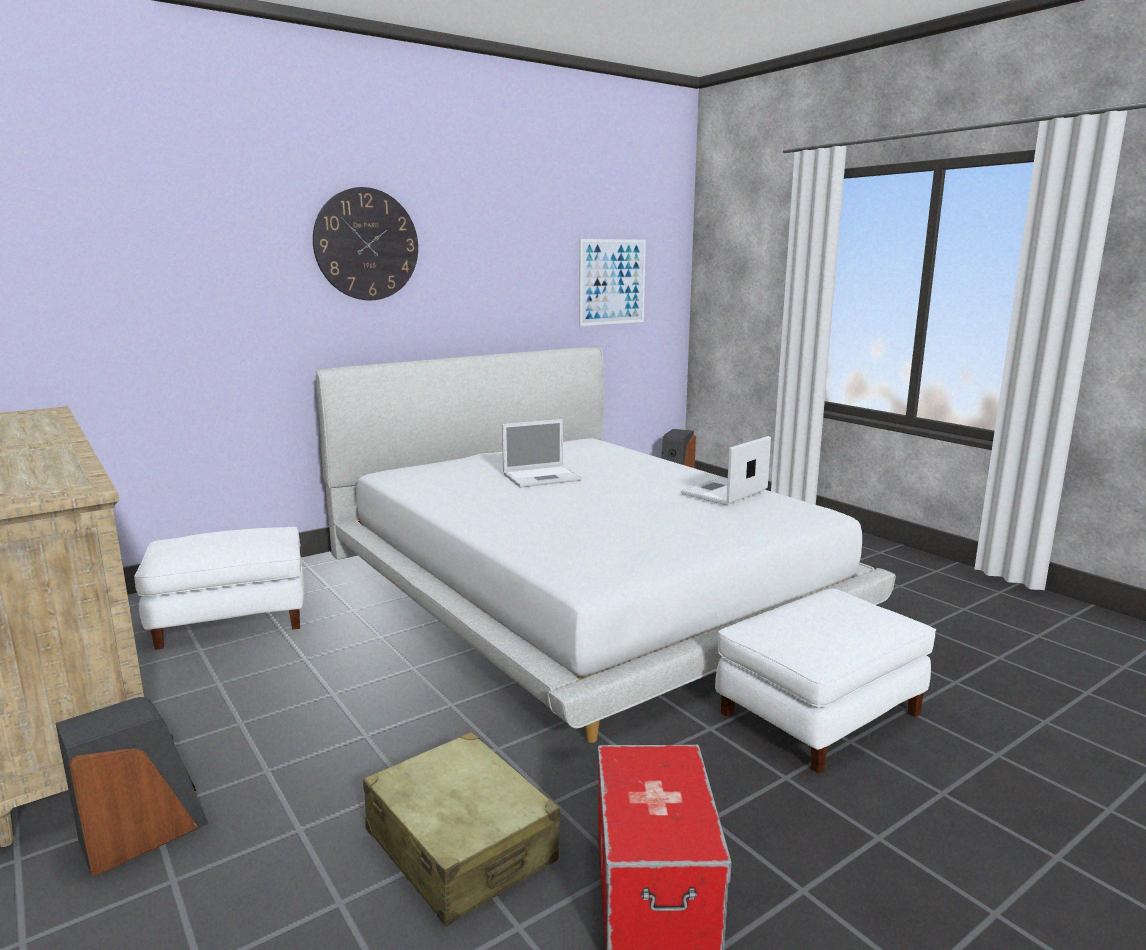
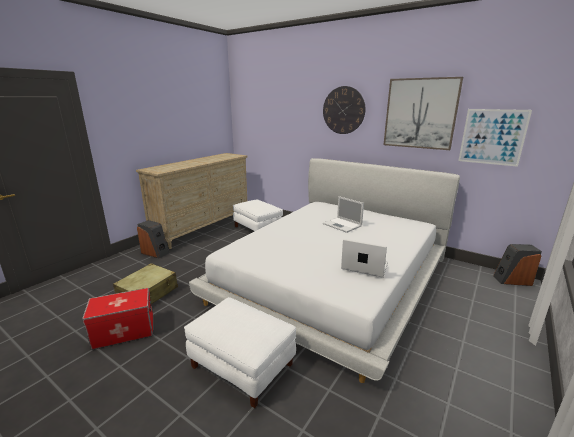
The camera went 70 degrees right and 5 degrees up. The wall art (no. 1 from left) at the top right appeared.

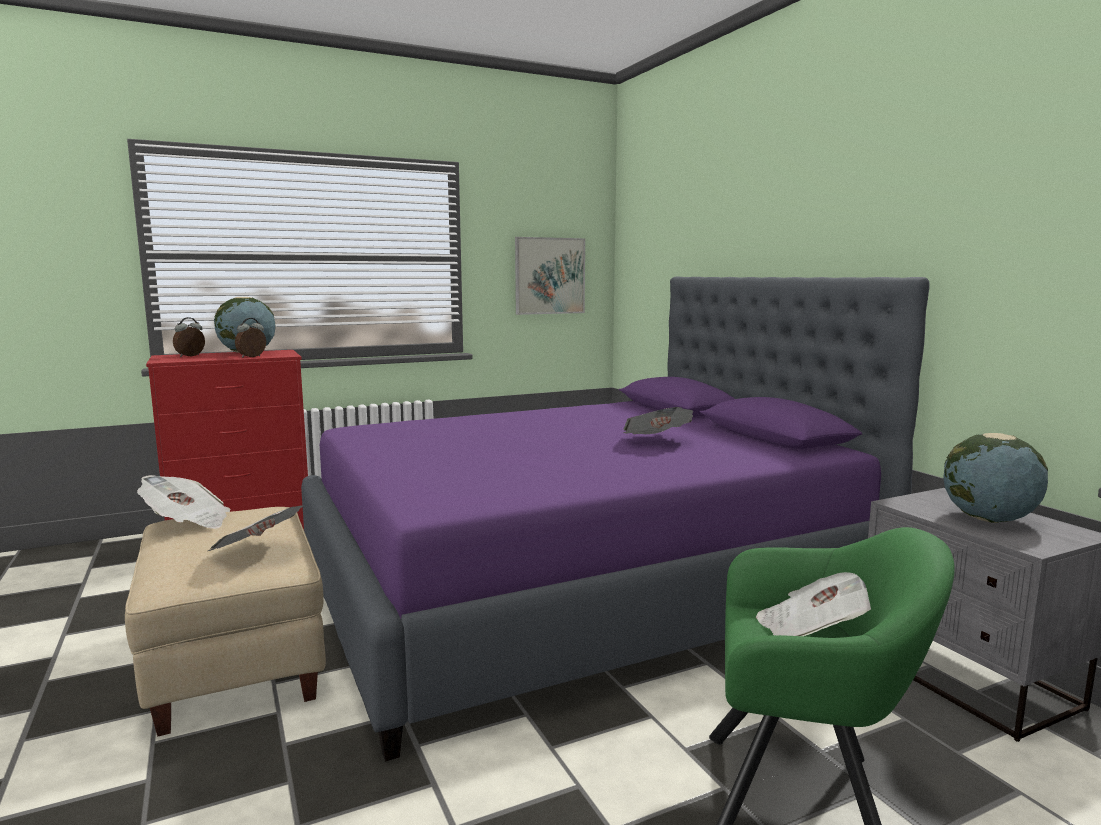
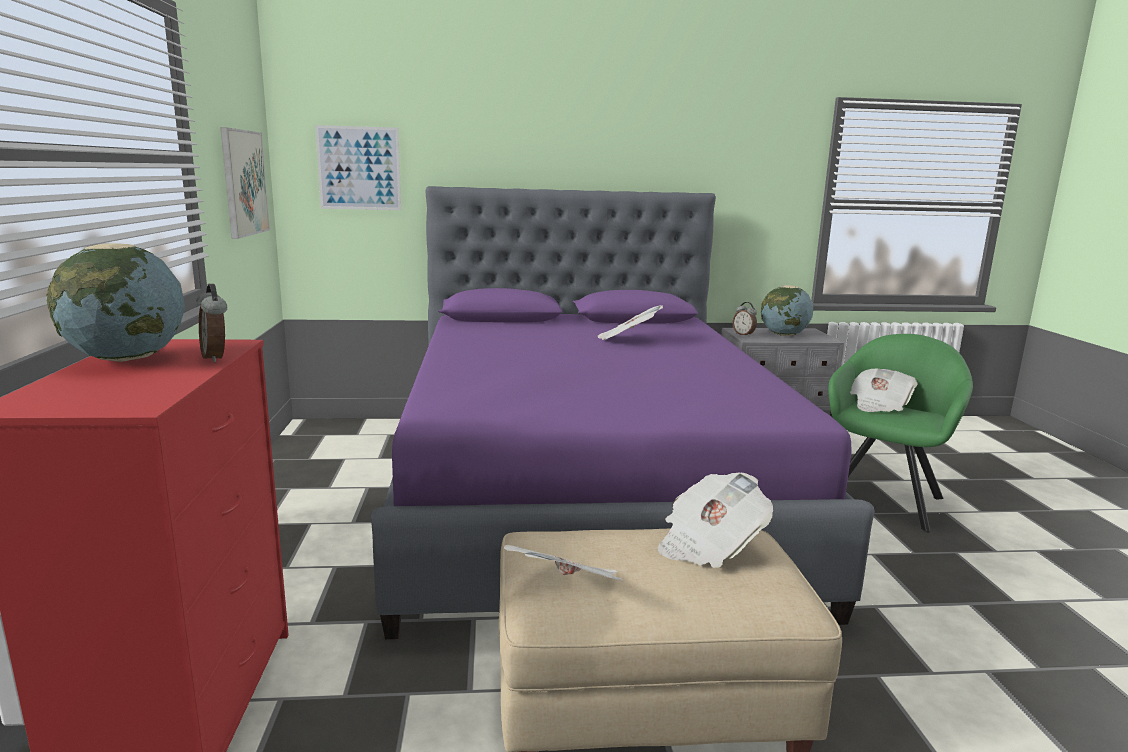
The camera went 70 degrees left and 5 degrees up. The alarm clock (no. 1 from left in the first image) moved from the middle left to the centre. The wall art (no. 2 from left) at the top left appeared.

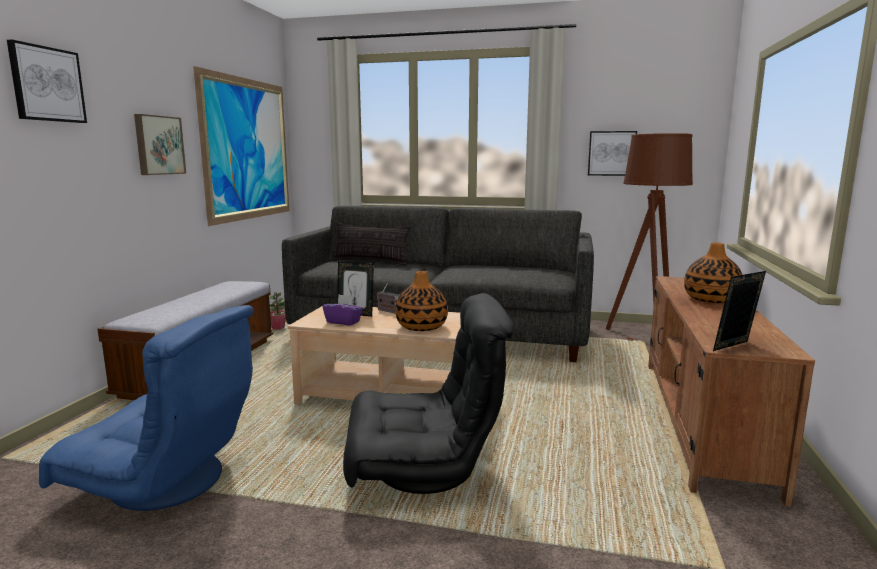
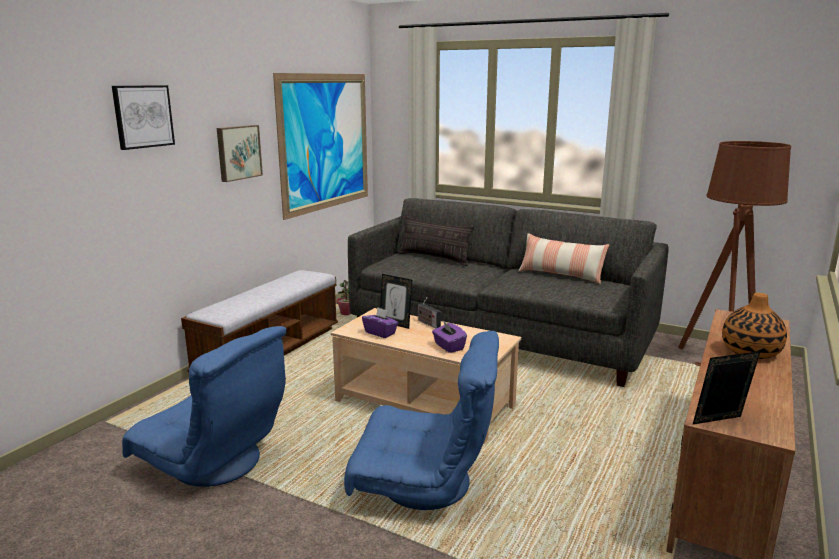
The camera went 15 degrees right and 5 degrees up. The wall art (no. 4 from left) at the top right disappeared. The decorative vase (no. 1 from left) at the centre was replaced by the purple-coloured box of tissues (no. 2 from left) at the centre. The black-coloured lounge chair at the bottom centre became the blue lounge chair (no. 2 from left) at the bottom centre. The cushion (no. 2 from left) at the middle right appeared.

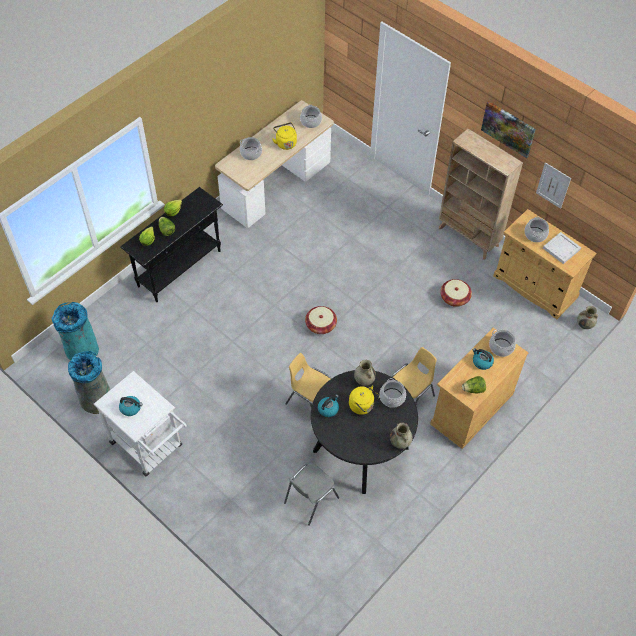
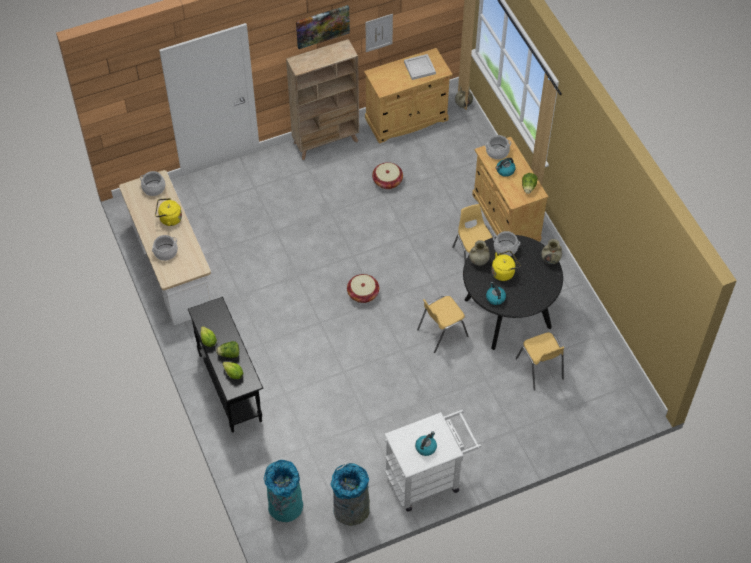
The camera went 65 degrees left and 0 degrees up. The saucepot (no. 5 from left) at the middle right disappeared. The grey chair at the bottom centre became the yellow chair (no. 3 from left) at the middle right.

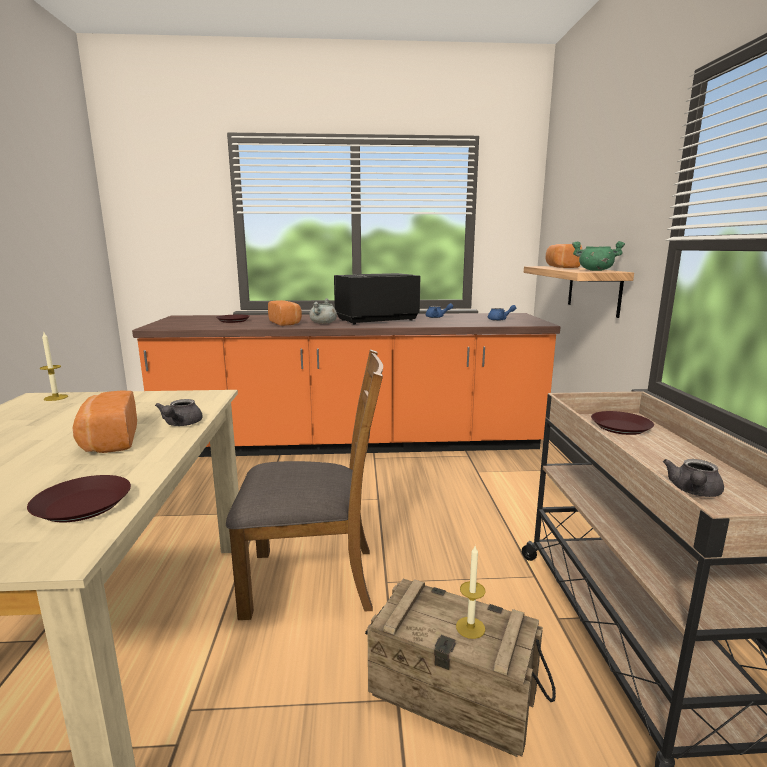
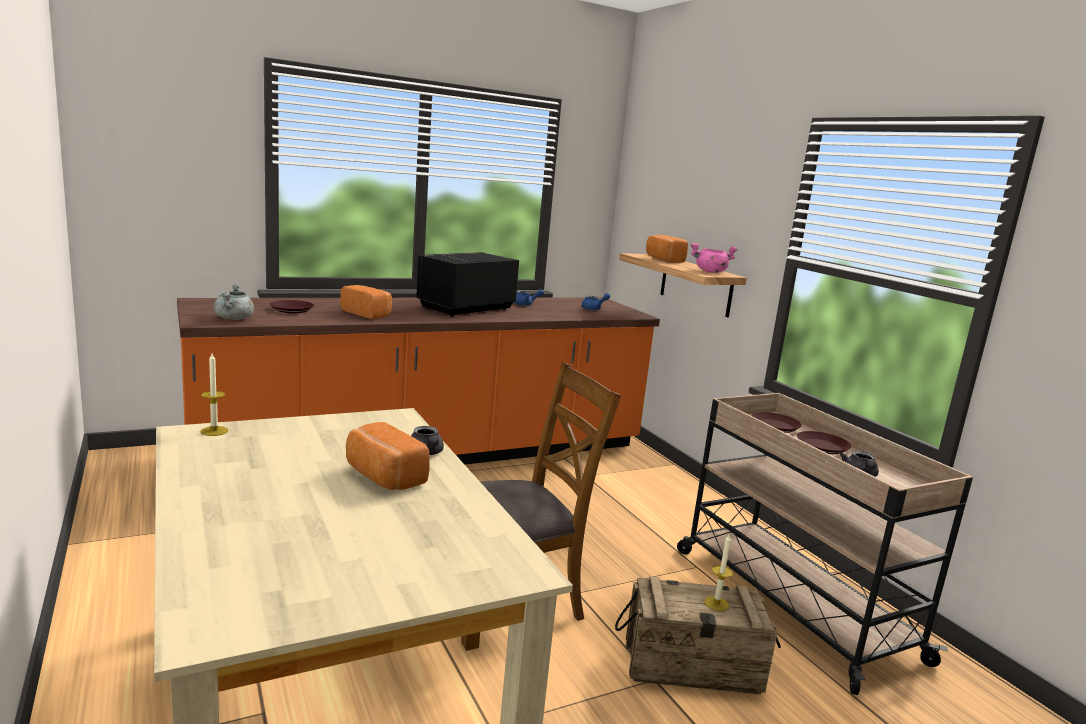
The camera went 25 degrees left and 0 degrees up. The green saucepot at the middle right became the pinkish saucepot at the centre. The grey saucepot moved from the centre to the middle left. The brownish flat dish (no. 1 from left in the first image) moved from the middle left to the middle right.

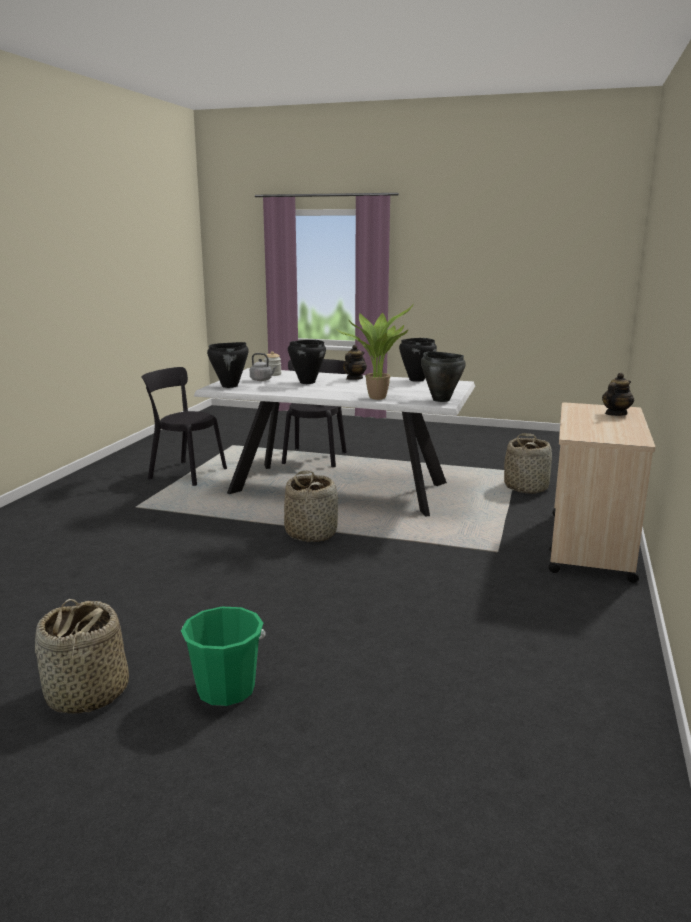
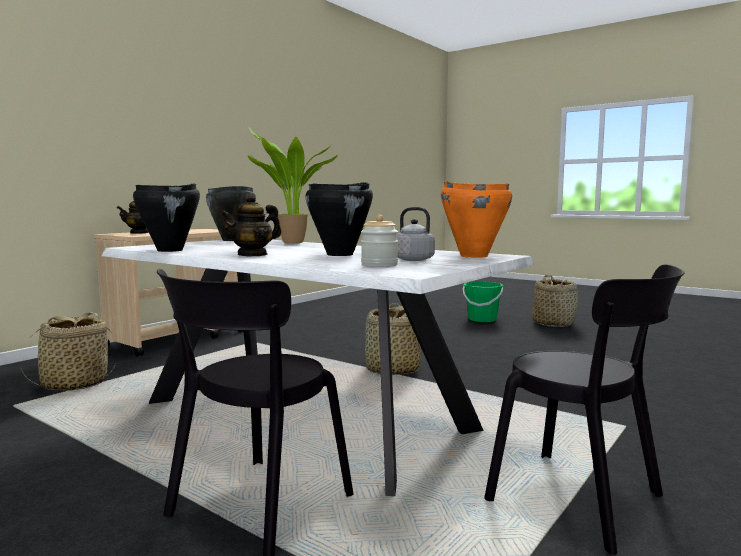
The camera went 160 degrees left and 10 degrees down. The black-coloured saucepot (no. 1 from left) at the middle left became the orange saucepot at the centre.

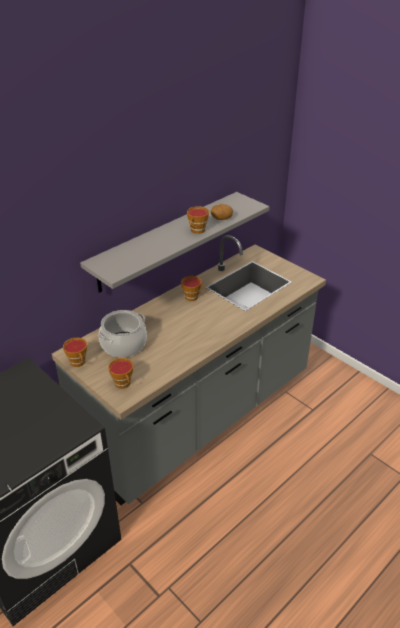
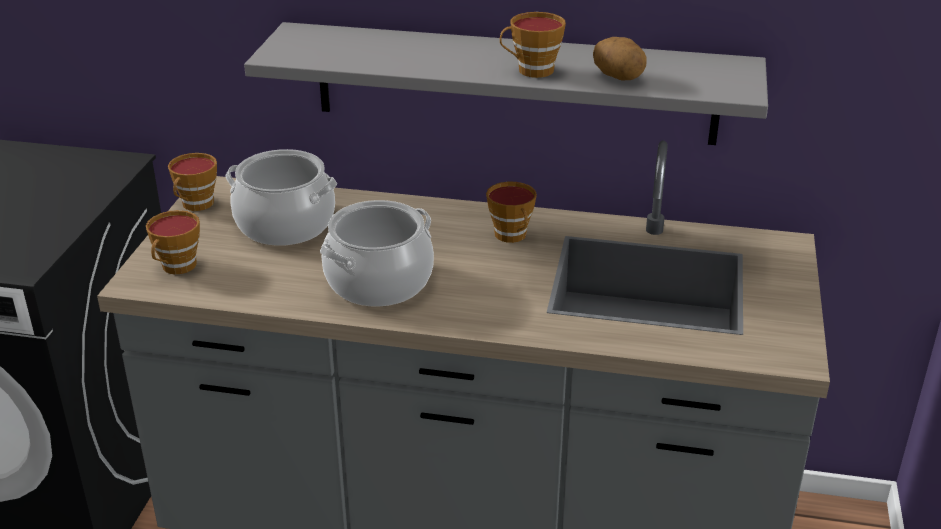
The camera went 55 degrees right and 5 degrees down. The saucepot (no. 2 from left) at the centre appeared.

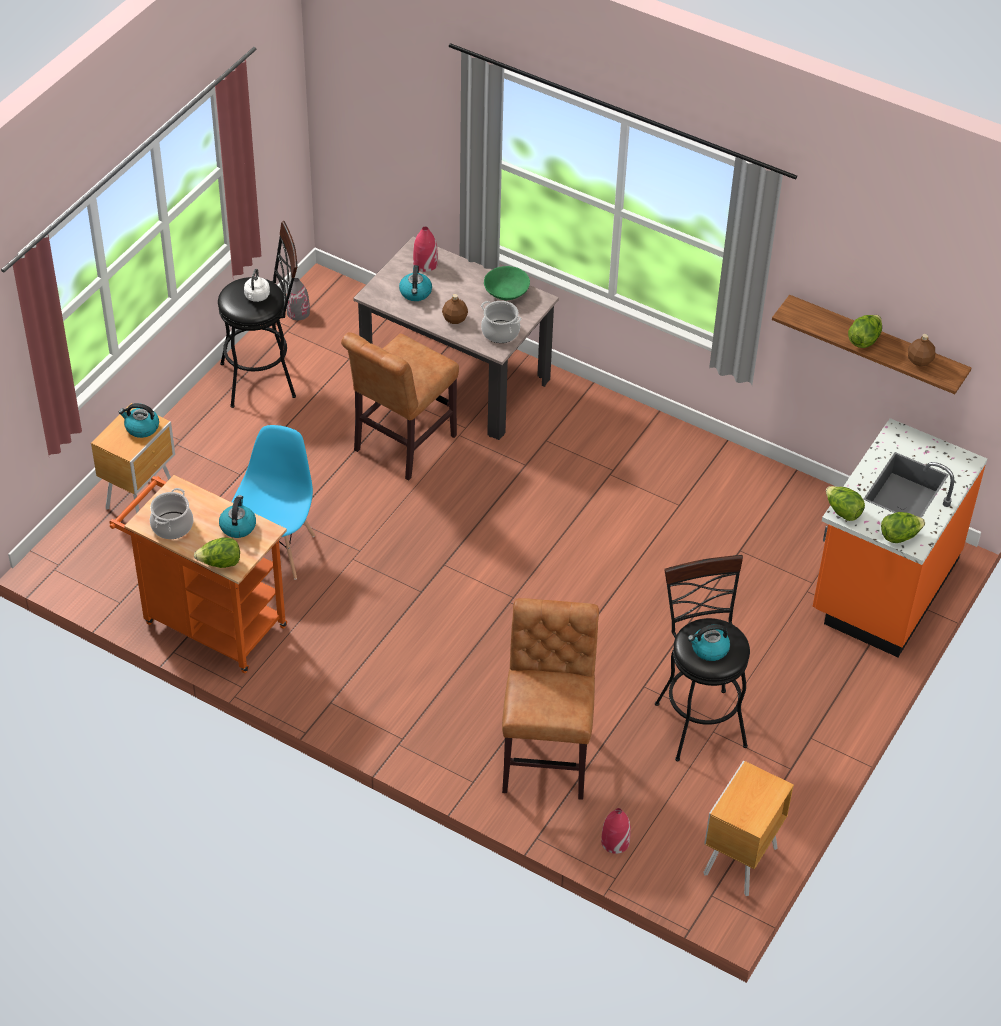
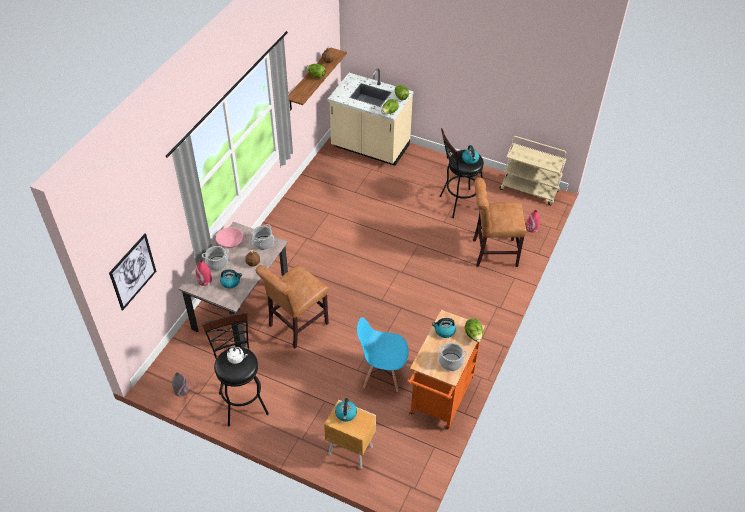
The camera went 95 degrees left and 0 degrees up. The green serving bowl at the top centre became the pinkish serving bowl at the middle left. The brownish chair (no. 1 from left) at the centre turned 105 degrees clockwise. The orange kitchen base unit at the middle right became the beige-coloured kitchen base unit at the top centre. The brownish night table (no. 2 from left) at the bottom right was replaced by the beige-coloured cart at the top right. The wall art at the middle left appeared. The saucepot (no. 1 from left) at the middle left appeared.

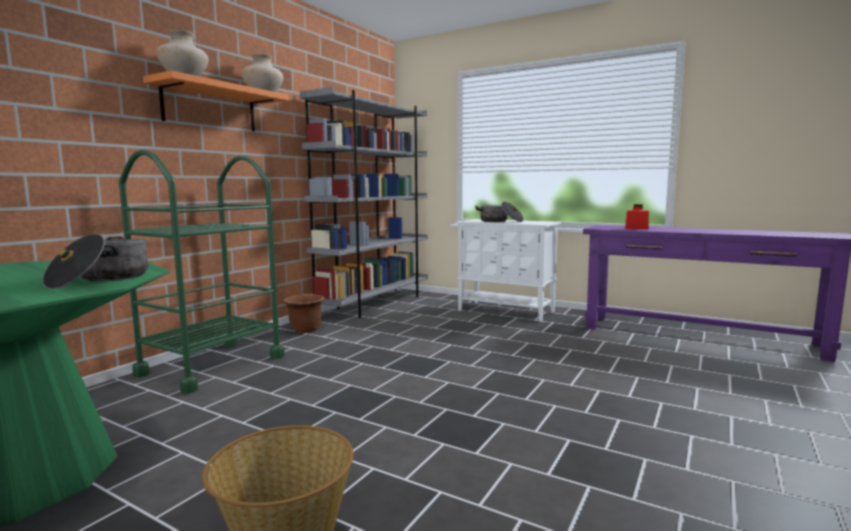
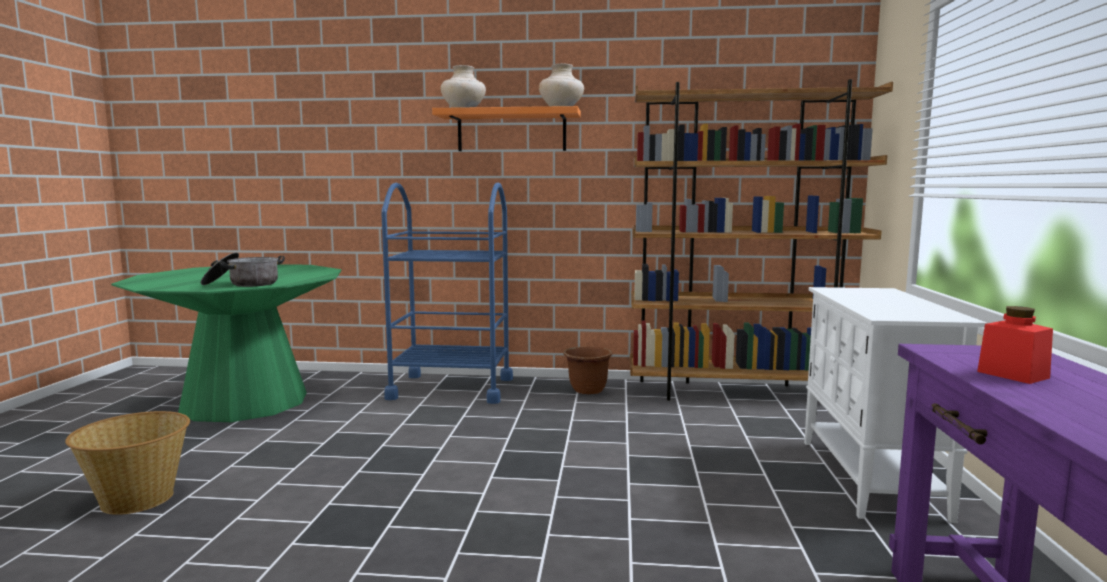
The camera went 65 degrees right and 0 degrees up. The grey shelving unit at the centre became the brownish shelving unit at the middle right. The green cart at the middle left became the blue cart at the centre. The saucepot (no. 2 from left) at the centre disappeared.

